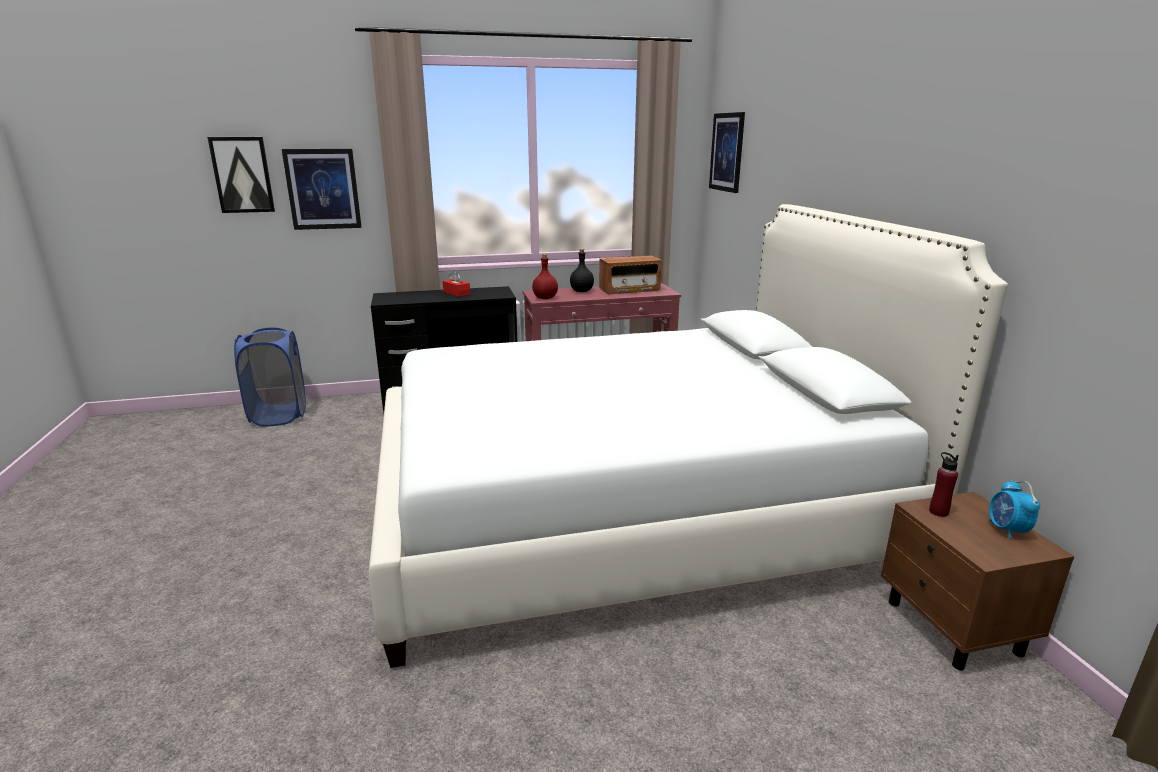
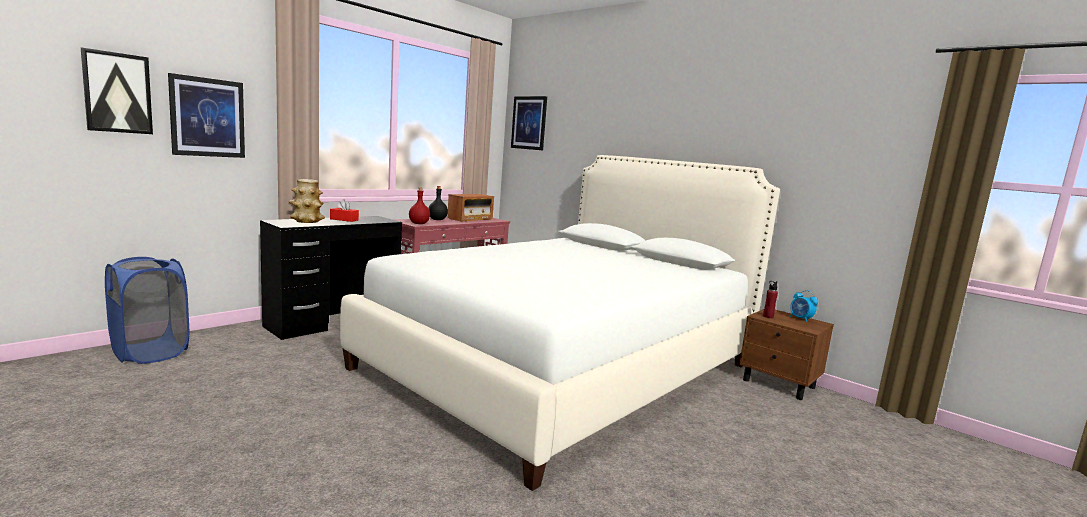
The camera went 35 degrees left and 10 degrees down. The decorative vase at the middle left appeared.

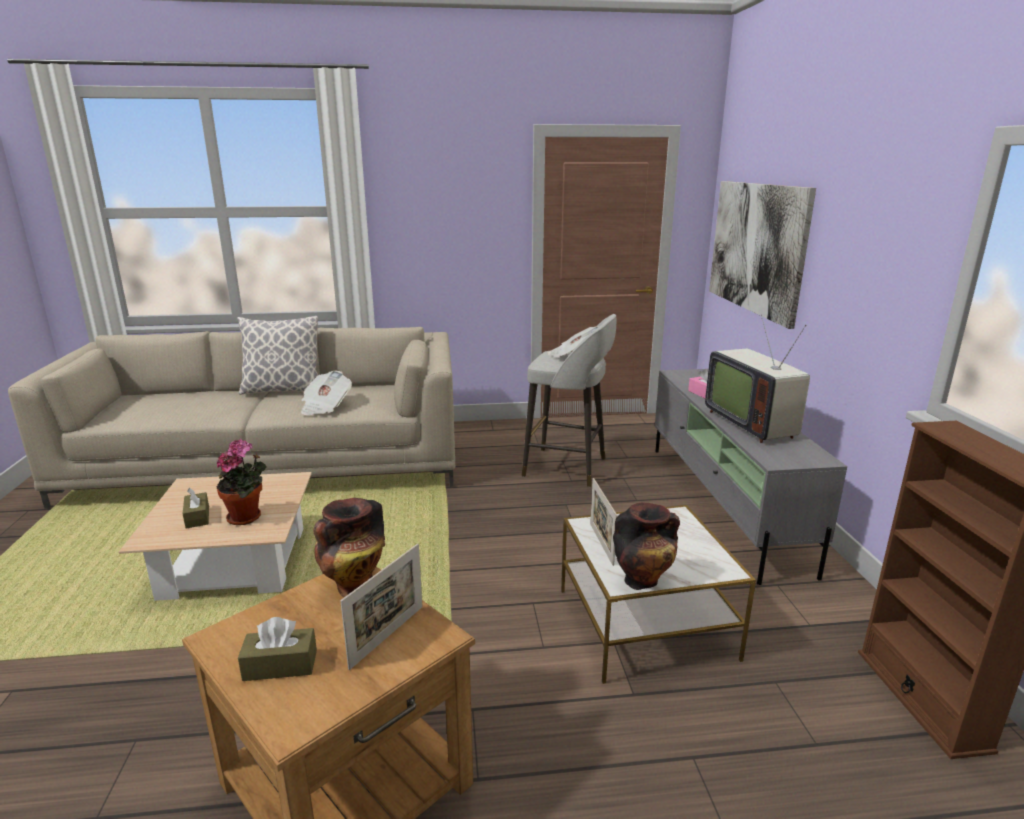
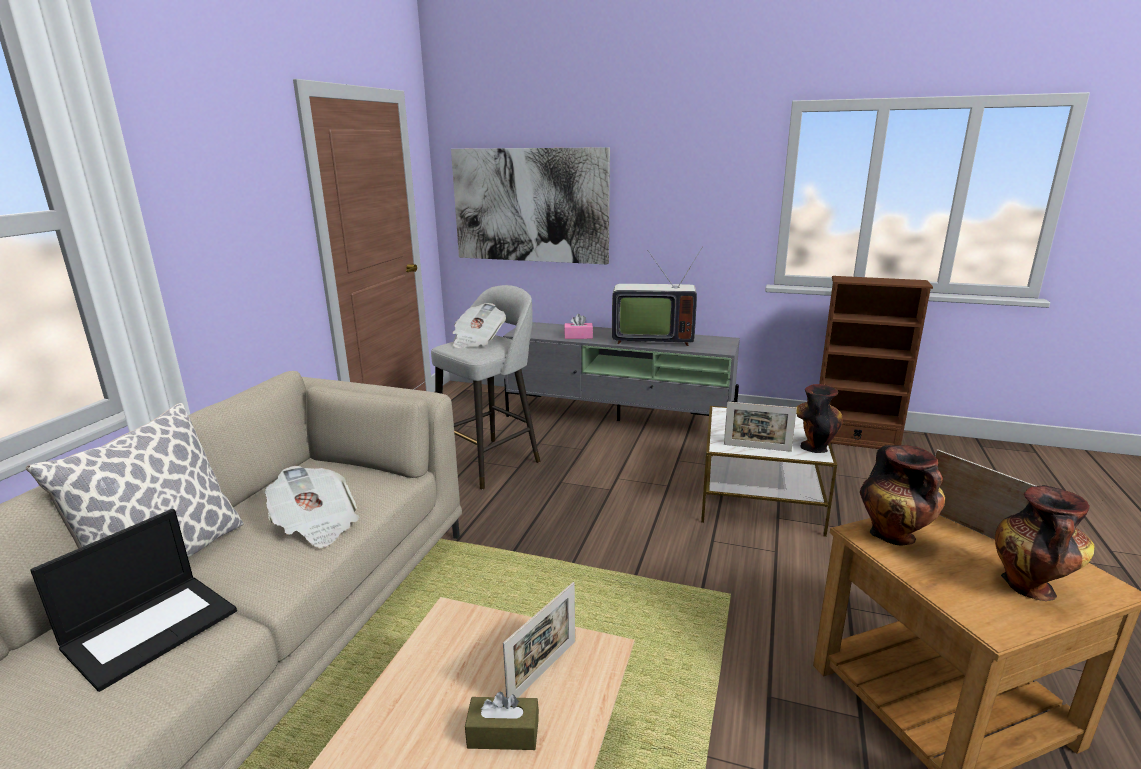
The camera went 65 degrees left and 0 degrees up. The plant in a pot at the middle left was replaced by the photo frame (no. 1 from left) at the bottom centre. The brownish box of tissues (no. 2 from left) at the bottom left was replaced by the decorative vase (no. 3 from left) at the bottom right. The portable computer at the bottom left appeared.

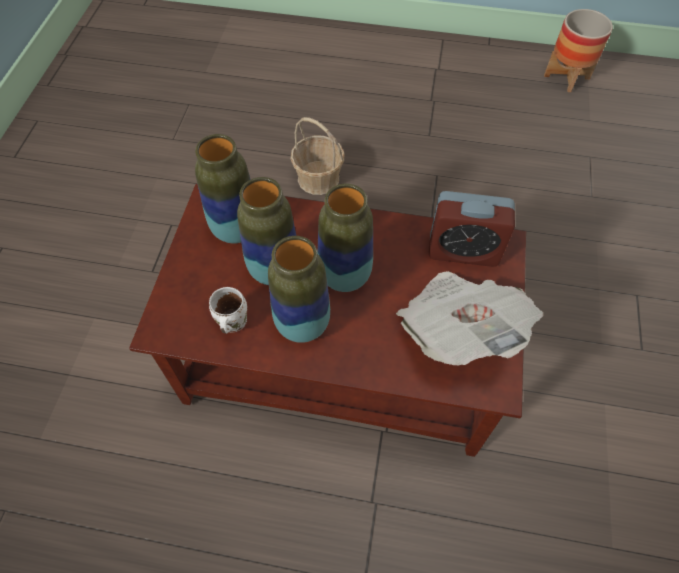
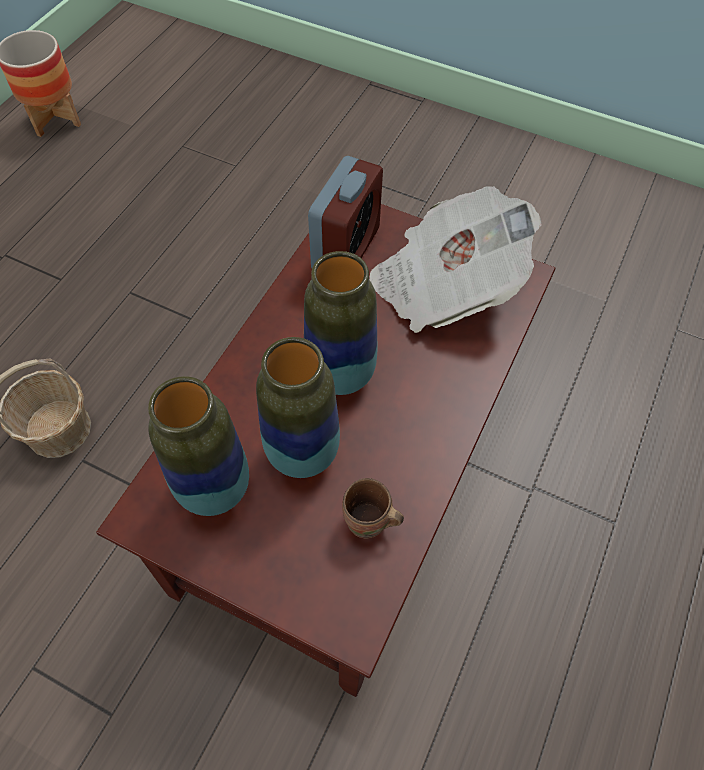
The camera went 75 degrees left and 0 degrees up. The decorative vase (no. 3 from left) at the centre disappeared. The white-coloured mug at the centre became the brownish mug at the centre.

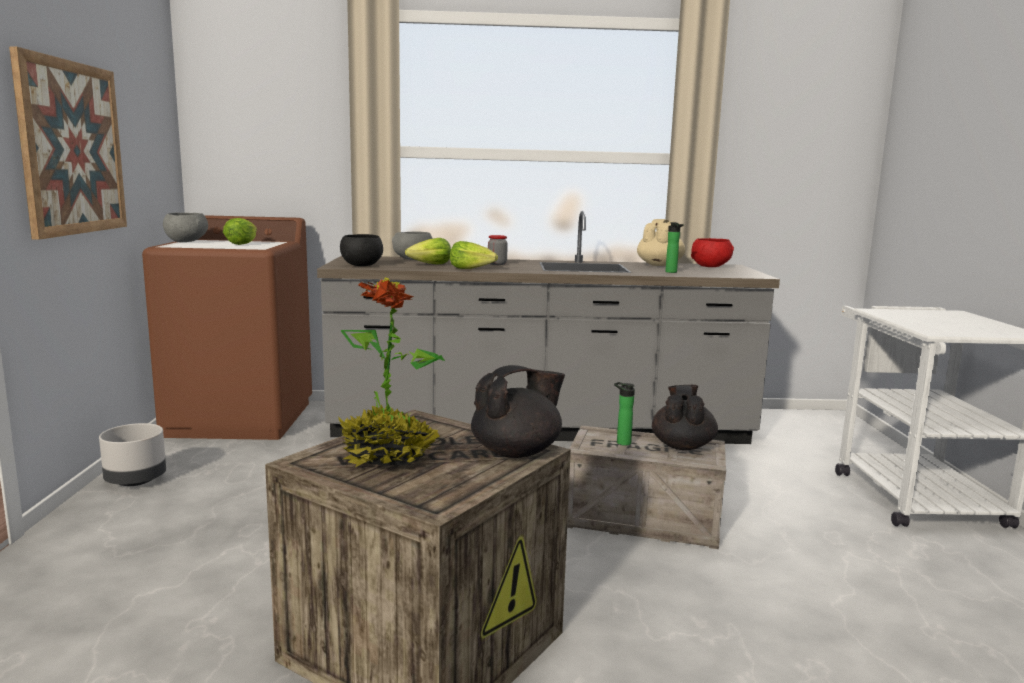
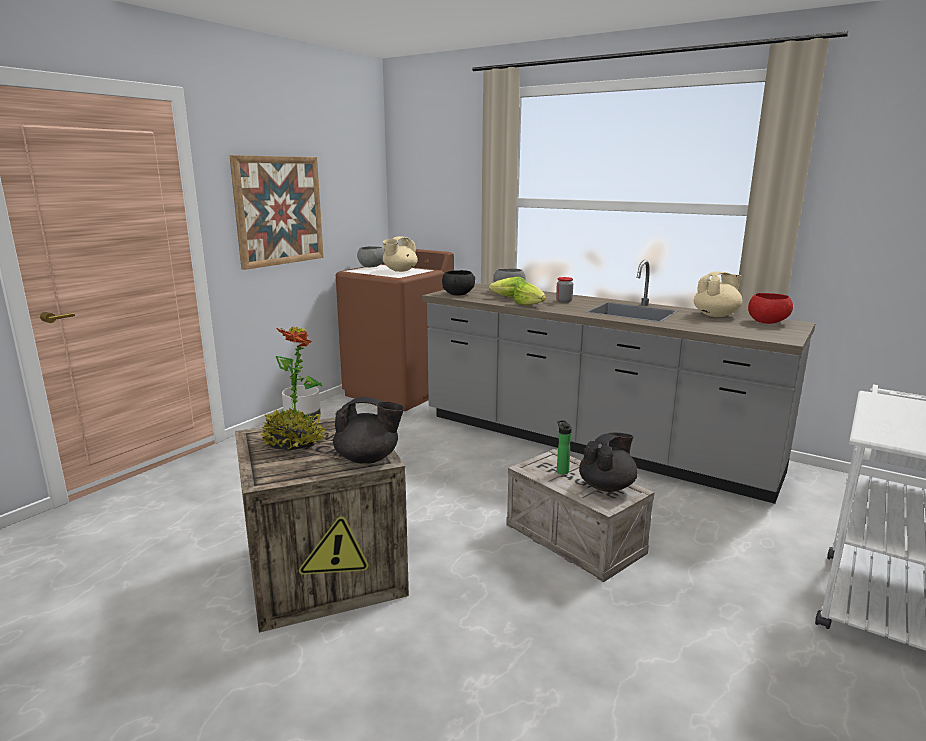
The camera went 35 degrees right and 5 degrees up. The lettuce head (no. 1 from left) at the middle left was replaced by the beige-coloured pot for tea (no. 1 from left) at the centre. The bottle (no. 2 from left) at the centre disappeared.

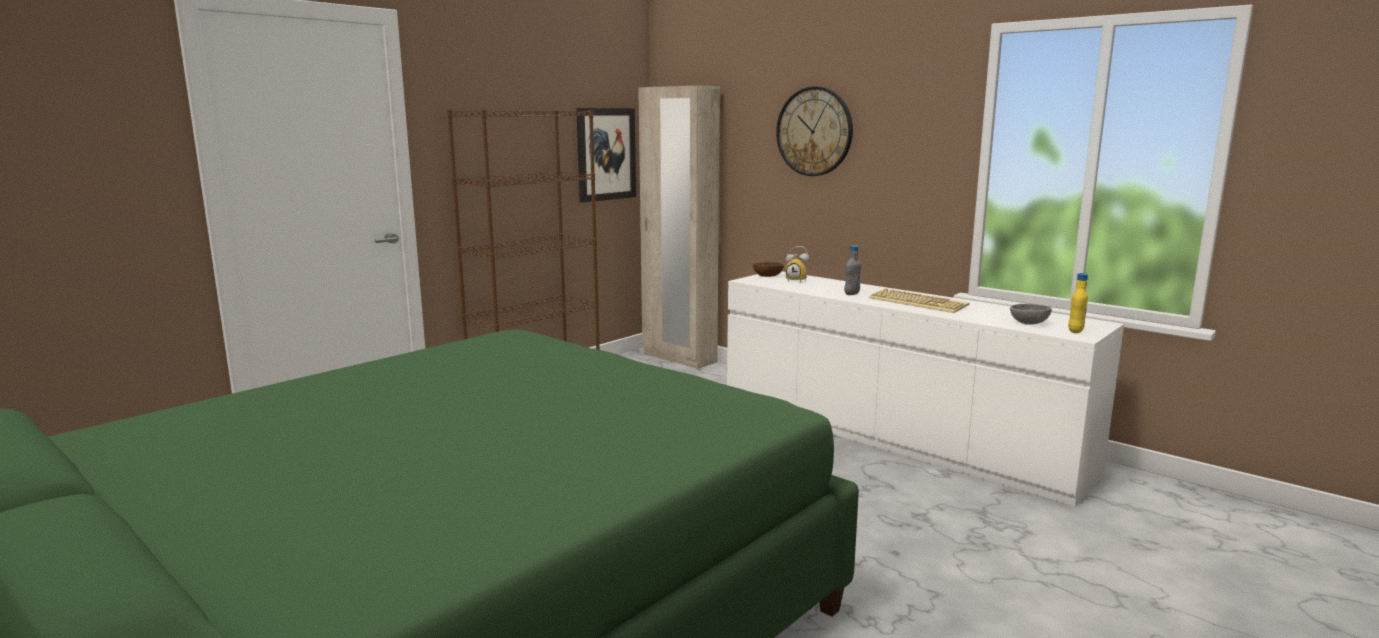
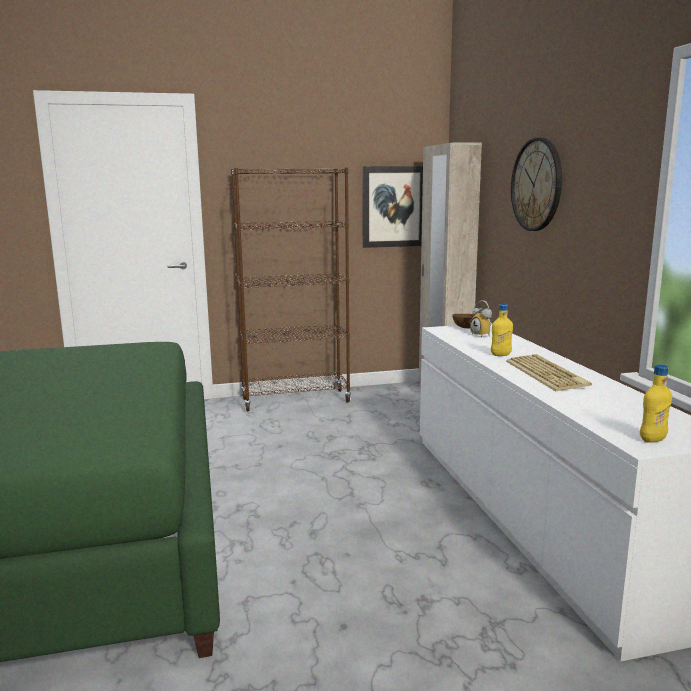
The camera went 35 degrees right and 0 degrees up. The grey bottle at the centre became the yellow bottle (no. 1 from left) at the middle right. The grey serving bowl at the middle right disappeared.

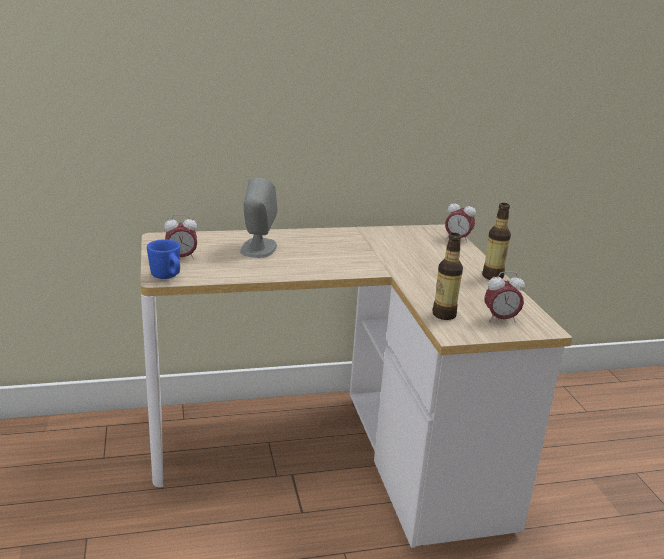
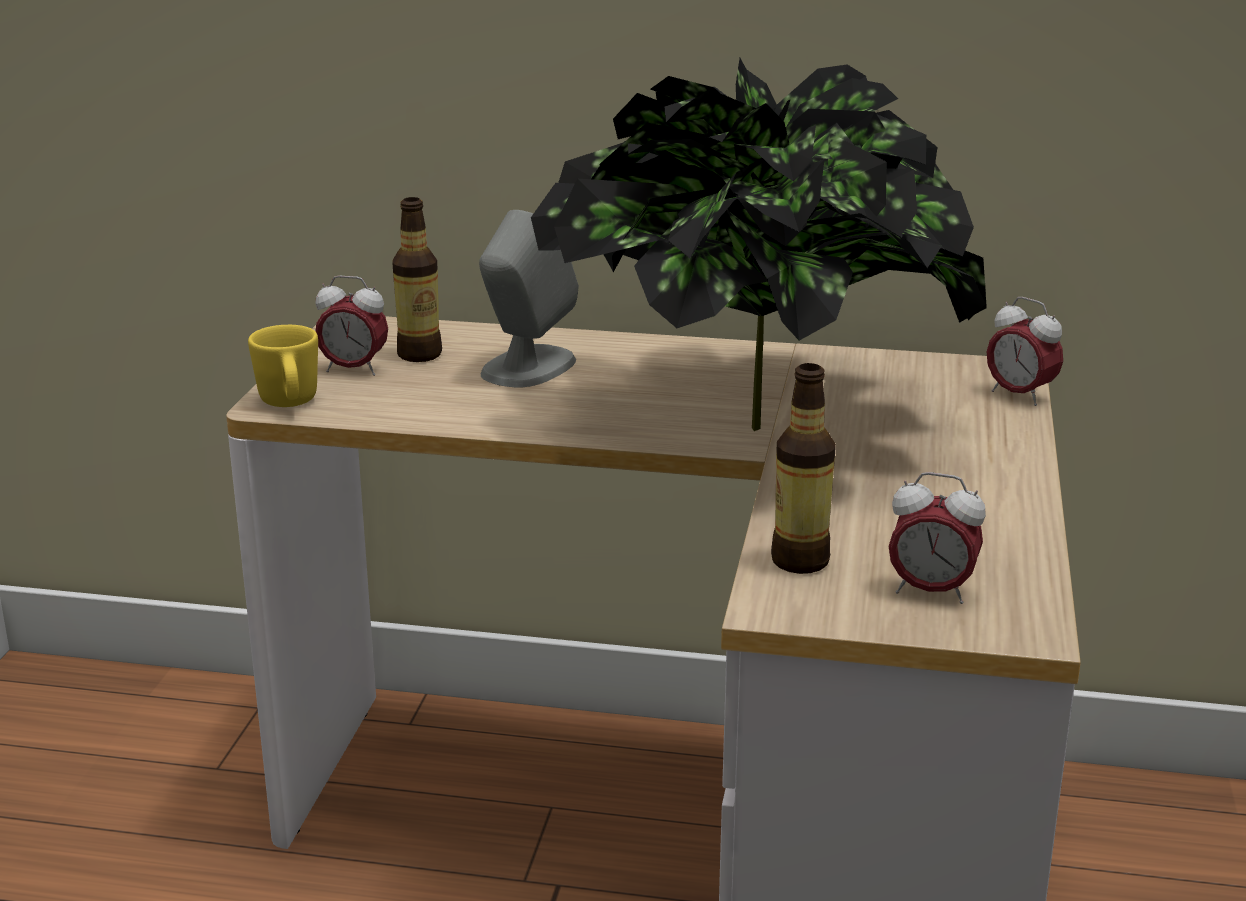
The camera went 25 degrees right and 0 degrees up. The bottle (no. 2 from left in the first image) moved from the middle right to the top centre. The blue mug at the middle left became the yellow mug at the middle left. The plant in a pot at the top centre appeared.

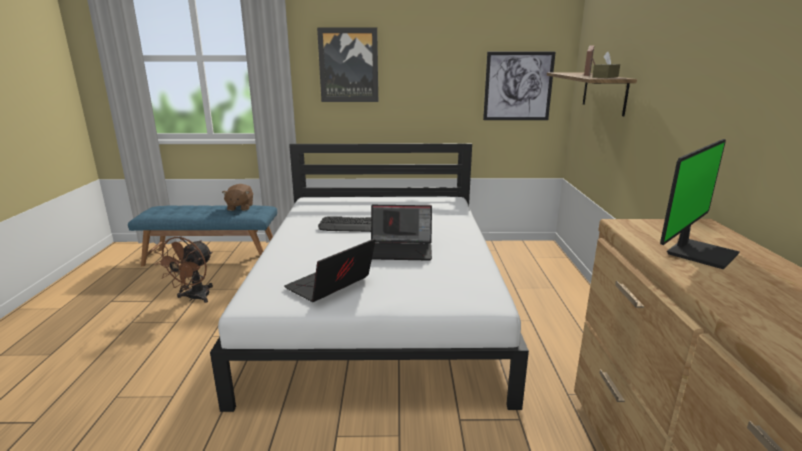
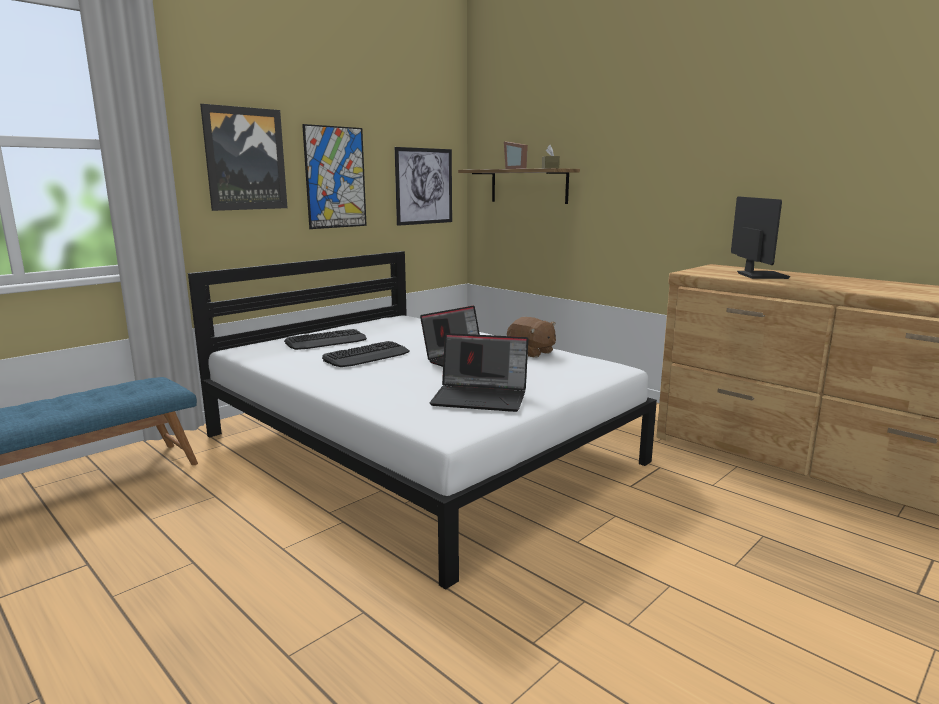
The camera went 45 degrees left and 5 degrees down. The brownish cuddly toy moved from the middle left to the centre. The brownish fan at the middle left disappeared. The portable computer (no. 1 from left in the first image) at the centre turned 75 degrees counterclockwise. The wall art (no. 2 from left) at the top centre appeared. The computer keyboard (no. 1 from left) at the centre appeared.

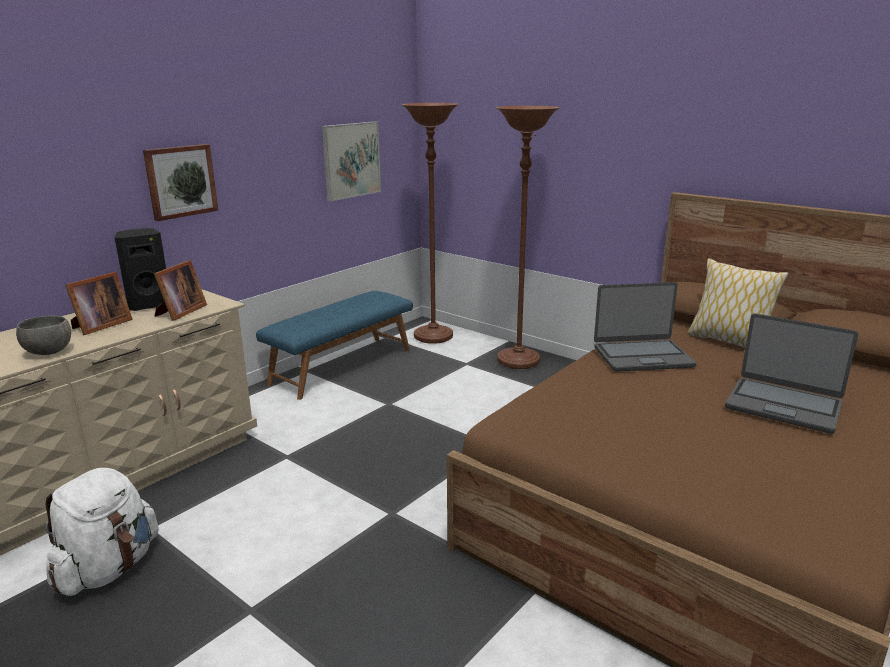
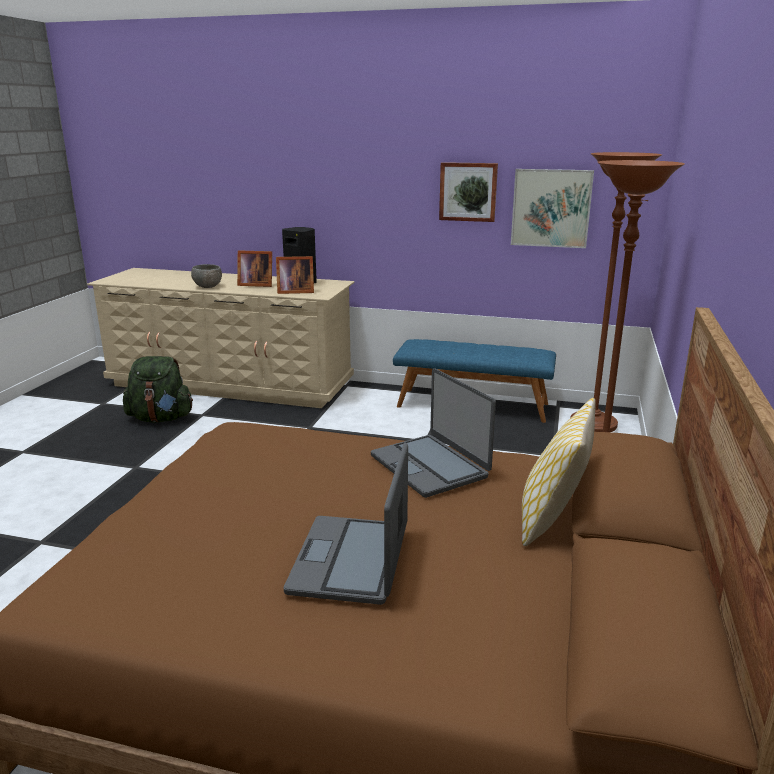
The camera went 65 degrees right and 0 degrees up. The wall art (no. 1 from left) moved from the top left to the top centre. The white-coloured knapsack at the bottom left became the green knapsack at the middle left.

